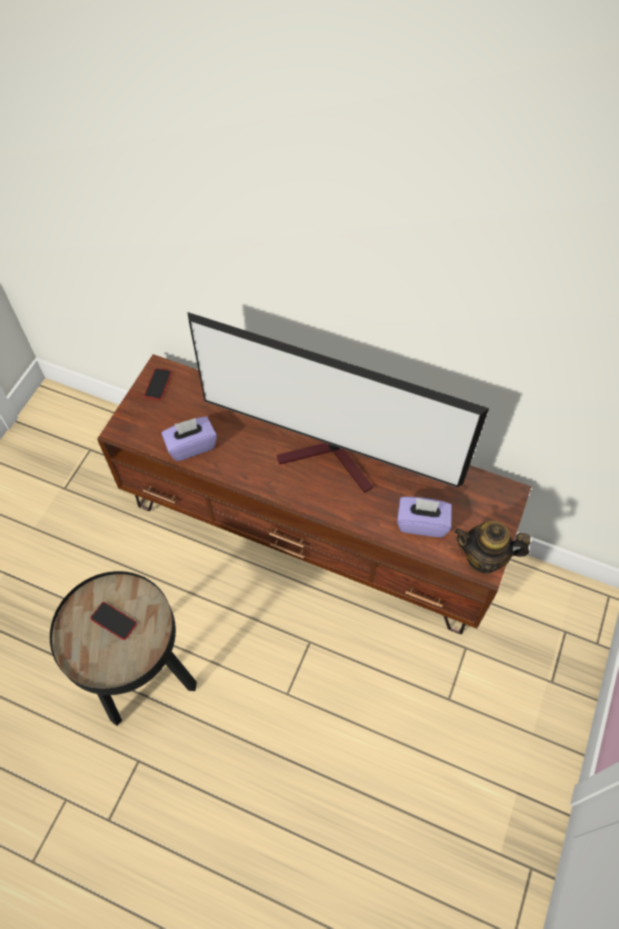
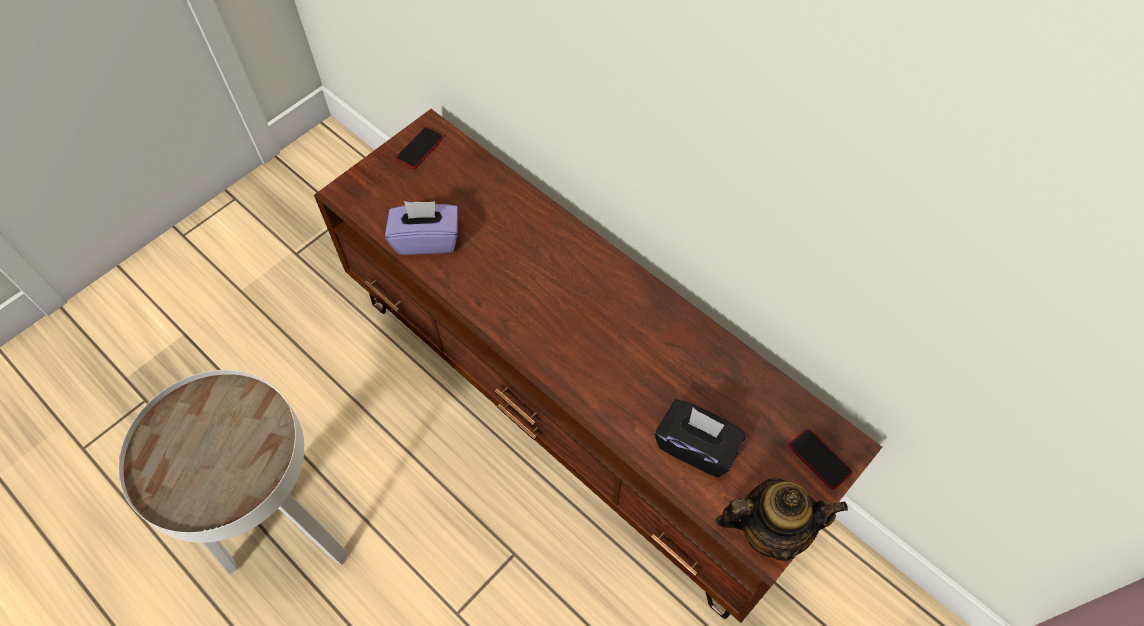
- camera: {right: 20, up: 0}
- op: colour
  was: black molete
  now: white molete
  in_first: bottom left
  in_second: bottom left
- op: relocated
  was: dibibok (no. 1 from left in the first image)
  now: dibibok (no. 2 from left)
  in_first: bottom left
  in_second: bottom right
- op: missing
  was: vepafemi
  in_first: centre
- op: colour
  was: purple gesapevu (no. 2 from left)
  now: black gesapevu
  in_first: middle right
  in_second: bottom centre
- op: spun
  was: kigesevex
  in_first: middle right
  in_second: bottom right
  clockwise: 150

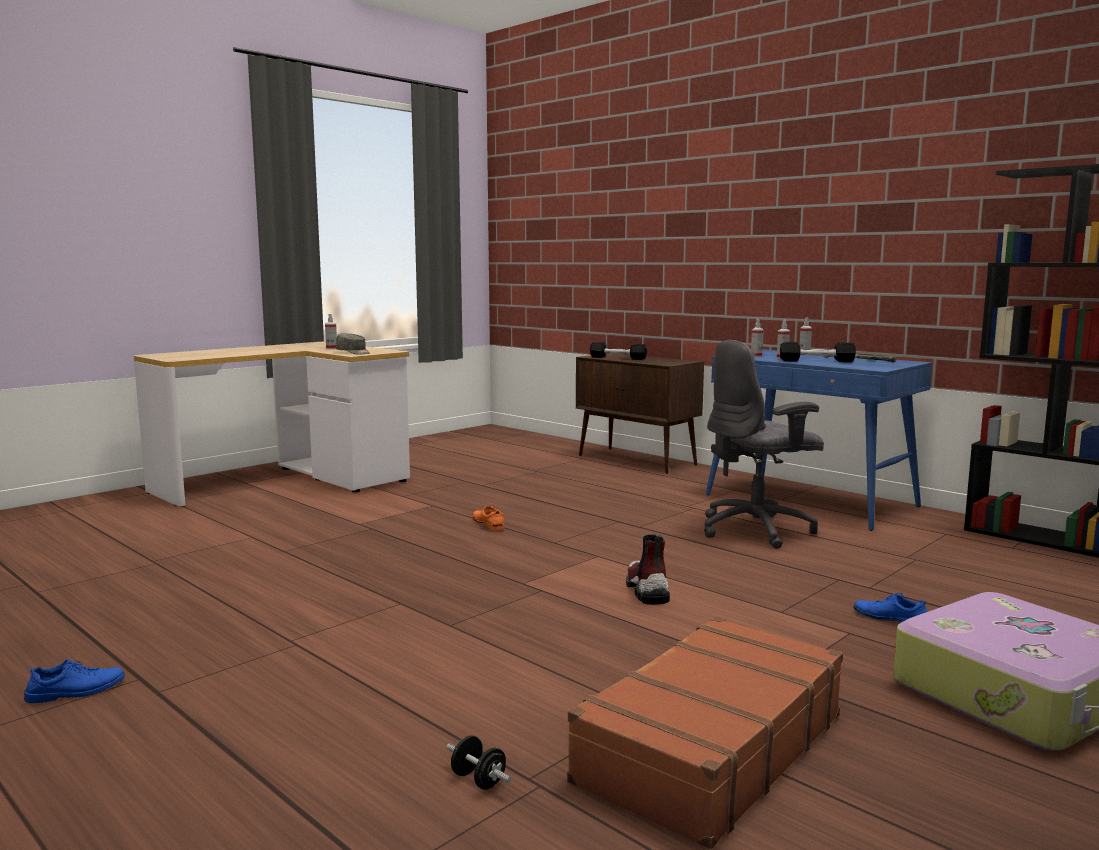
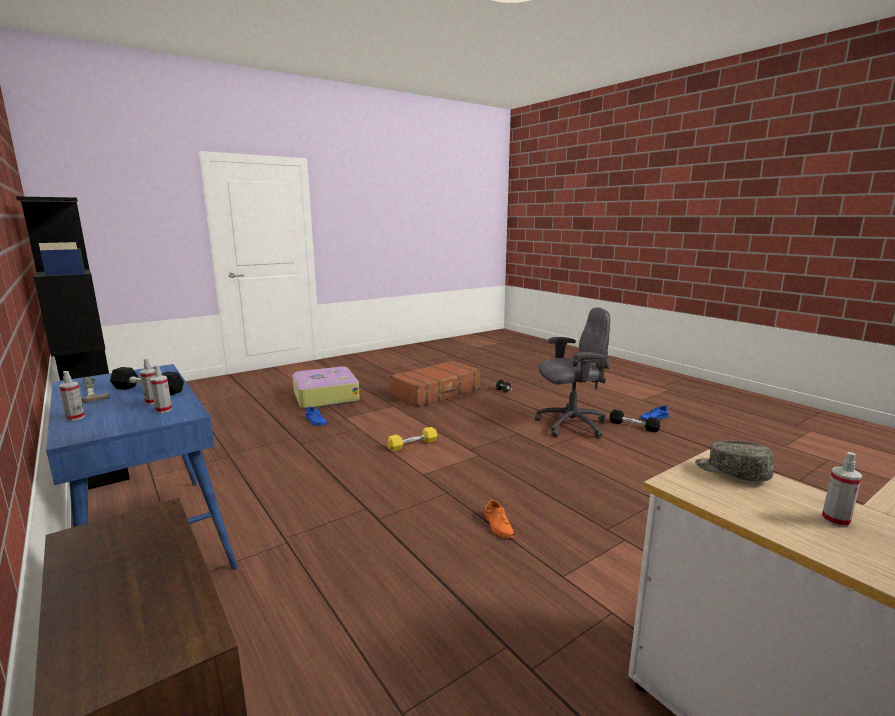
- camera: {right: -170, up: 5}
- op: relocated
  was: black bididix (no. 2 from left in the first image)
  now: black bididix (no. 3 from left)
  in_first: centre
  in_second: middle right
- op: exchanged
  was: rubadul
  now: yellow bididix
  in_first: bottom centre
  in_second: centre
- op: relocated
  was: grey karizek
  in_first: middle right
  in_second: centre

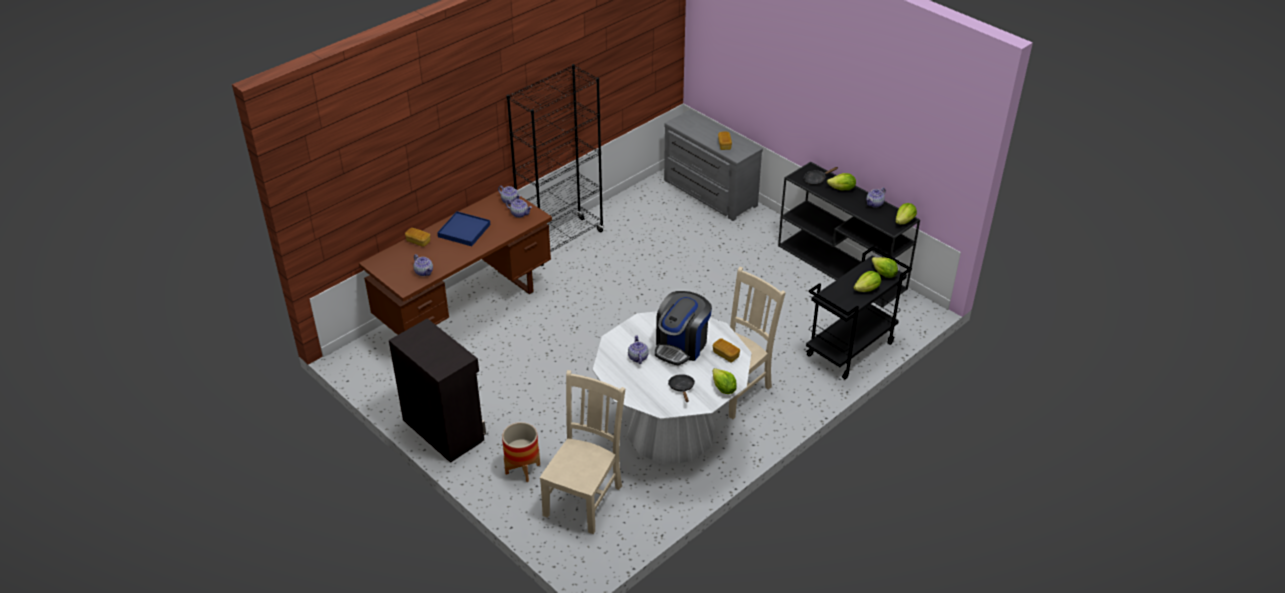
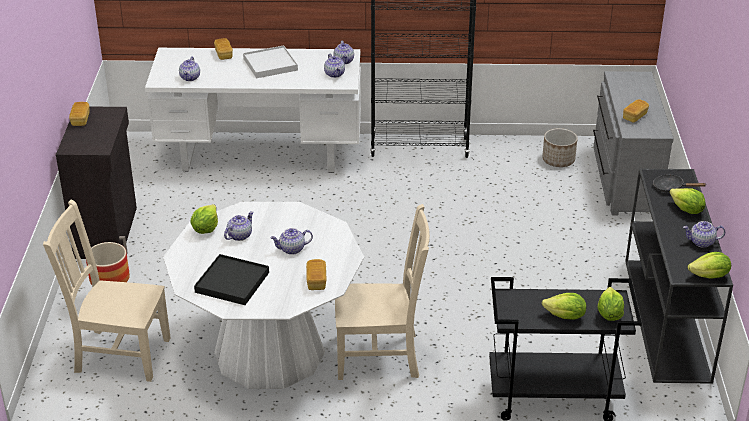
- camera: {right: 45, up: -5}
- op: colour
  was: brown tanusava
  now: white tanusava
  in_first: centre
  in_second: top centre
- op: colour
  was: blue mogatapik
  now: white mogatapik
  in_first: centre
  in_second: top centre
- op: spun
  was: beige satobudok (no. 1 from left)
  in_first: bottom centre
  in_second: bottom left
  clockwise: -150
- op: exchanged
  was: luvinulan
  now: kigesevex (no. 3 from left)
  in_first: centre
  in_second: centre
- op: exchanged
  was: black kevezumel (no. 1 from left)
  now: black mogatapik
  in_first: centre
  in_second: middle left
- op: relocated
  was: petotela (no. 1 from left)
  in_first: centre
  in_second: middle left
- op: appeared
  now: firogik (no. 1 from left)
  in_second: top left
- op: appeared
  now: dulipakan (no. 2 from left)
  in_second: middle right

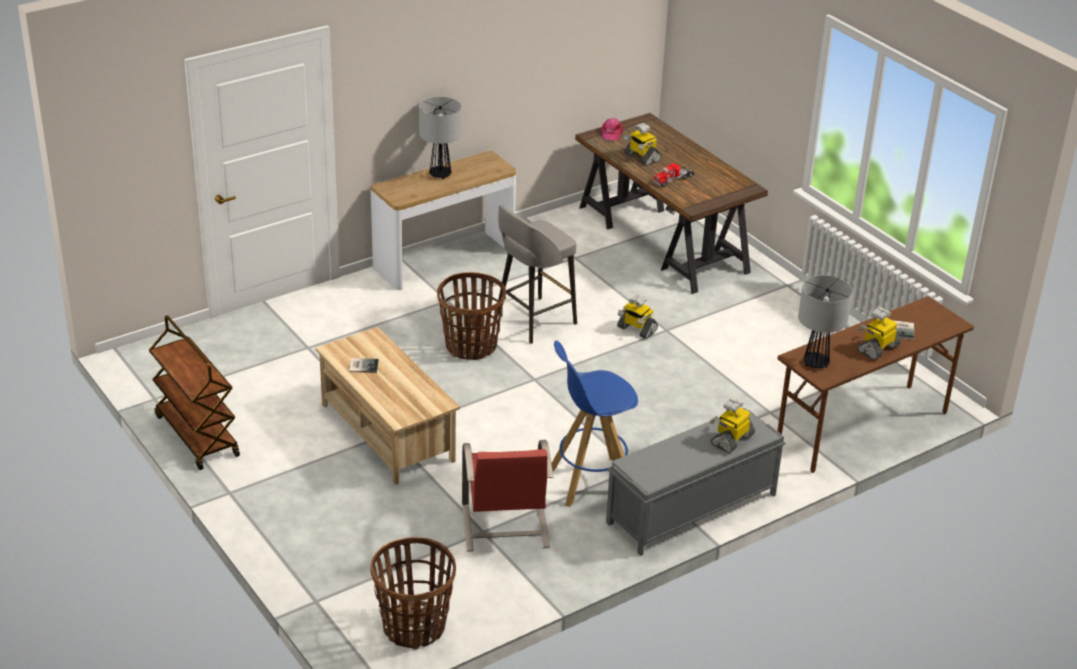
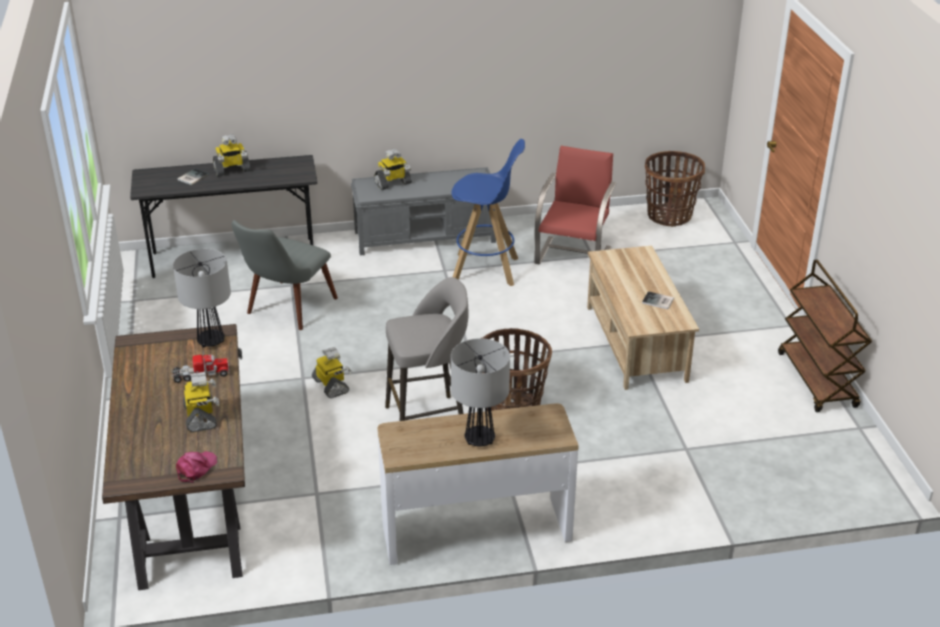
- camera: {right: -155, up: 0}
- op: colour
  was: brown tanusava (no. 2 from left)
  now: grey tanusava
  in_first: middle right
  in_second: middle left
- op: relocated
  was: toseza (no. 2 from left in the first image)
  now: toseza (no. 1 from left)
  in_first: middle right
  in_second: middle left
- op: appeared
  now: grey satobudok
  in_second: middle left

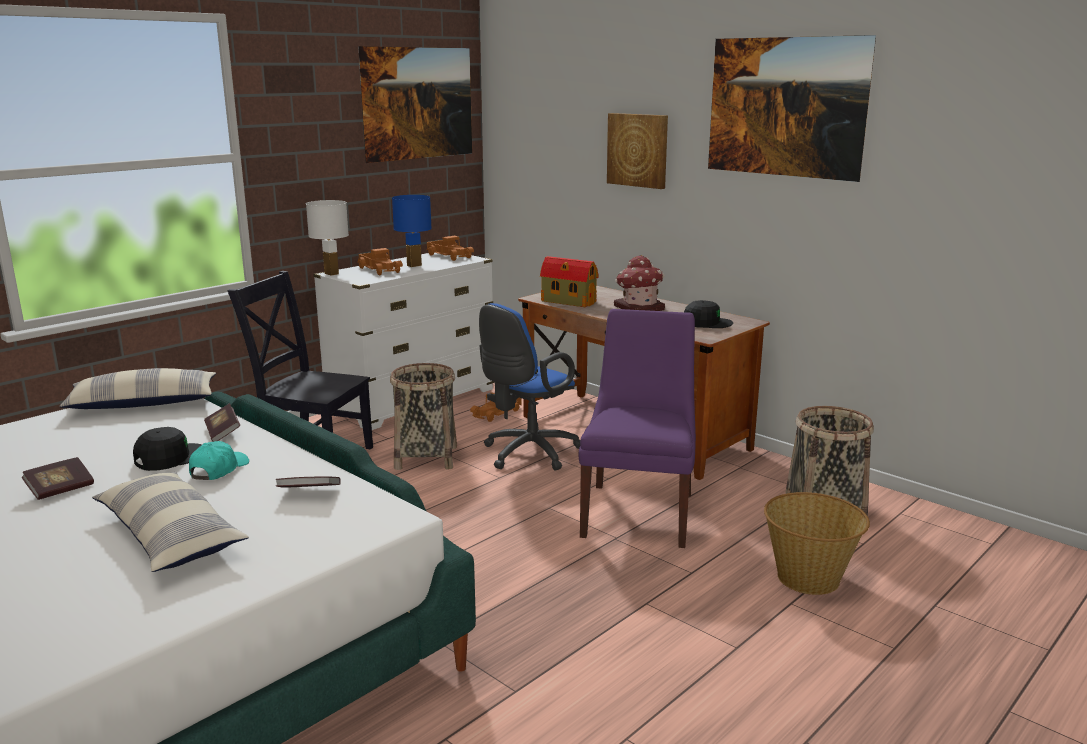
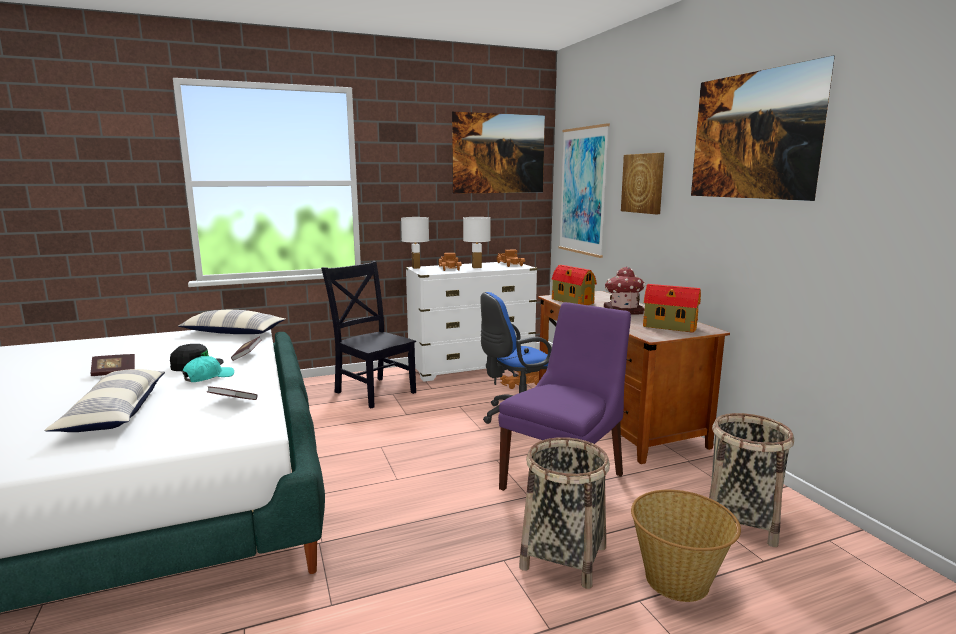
- camera: {right: 25, up: -5}
- op: relocated
  was: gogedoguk (no. 1 from left)
  in_first: centre
  in_second: bottom centre
- op: colour
  was: blue toseza
  now: white toseza (no. 2 from left)
  in_first: top centre
  in_second: centre
- op: exchanged
  was: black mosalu (no. 2 from left)
  now: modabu (no. 3 from left)
  in_first: centre
  in_second: middle right
- op: appeared
  now: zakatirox (no. 2 from left)
  in_second: top centre

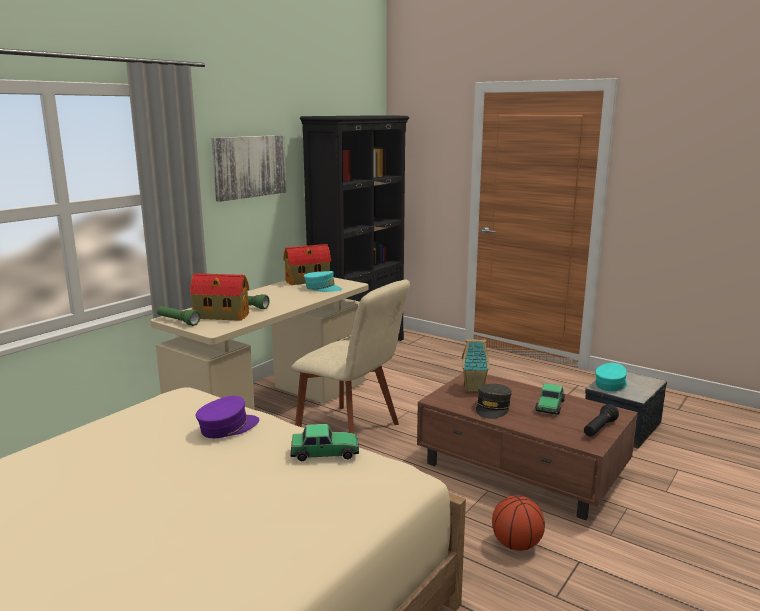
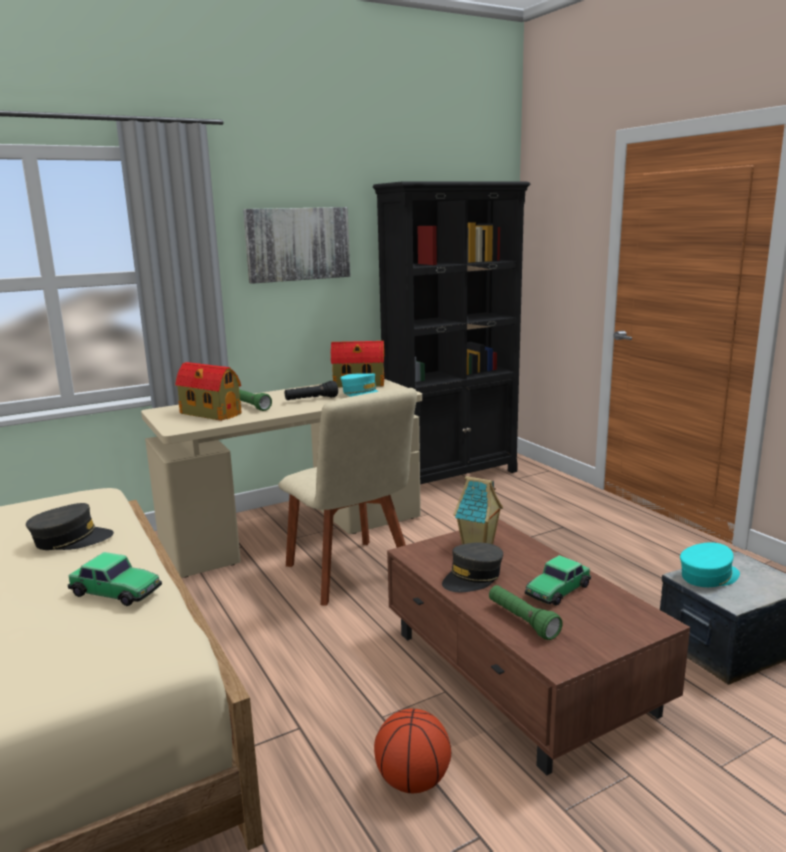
- camera: {right: 25, up: 0}
- op: relocated
  was: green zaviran (no. 1 from left in the first image)
  now: green zaviran (no. 2 from left)
  in_first: middle left
  in_second: bottom right
- op: colour
  was: purple mosalu
  now: grey mosalu (no. 1 from left)
  in_first: bottom left
  in_second: middle left
- op: relocated
  was: black zaviran
  in_first: bottom right
  in_second: centre

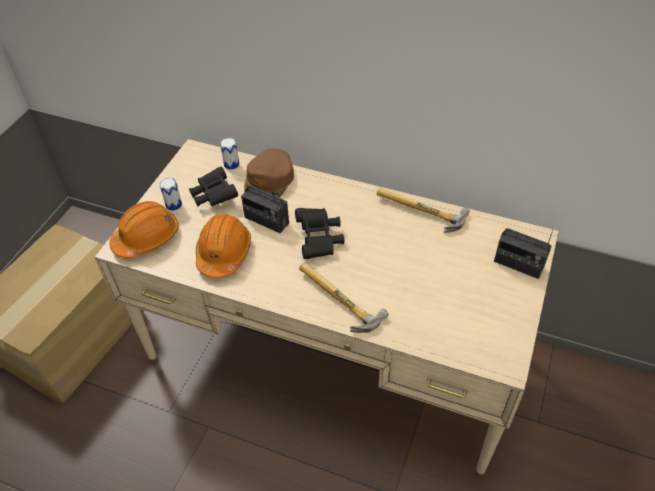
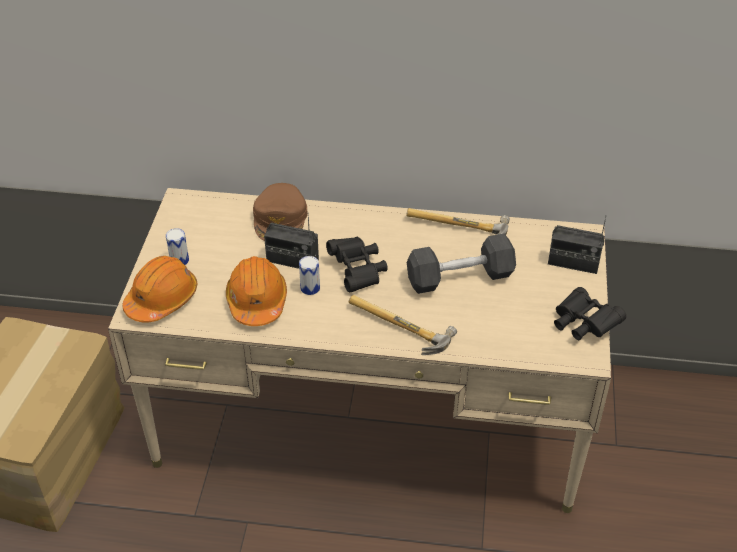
- camera: {right: -15, up: -5}
- op: relocated
  was: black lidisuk (no. 1 from left in the first image)
  now: black lidisuk (no. 2 from left)
  in_first: middle left
  in_second: middle right
- op: relocated
  was: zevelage (no. 2 from left)
  in_first: top centre
  in_second: centre
- op: appeared
  now: grey bididix
  in_second: centre

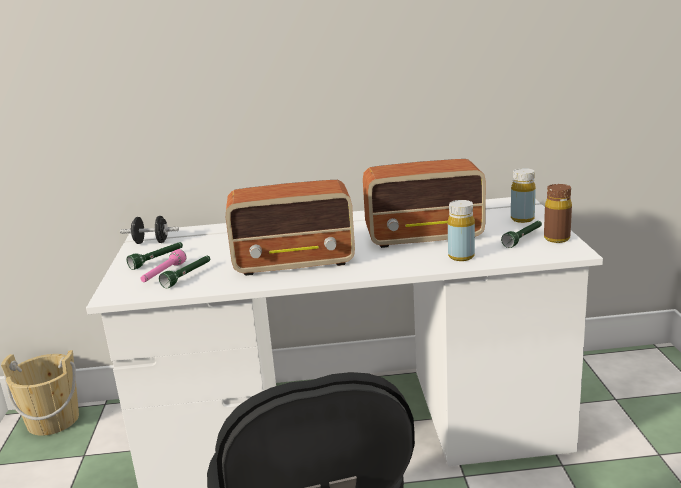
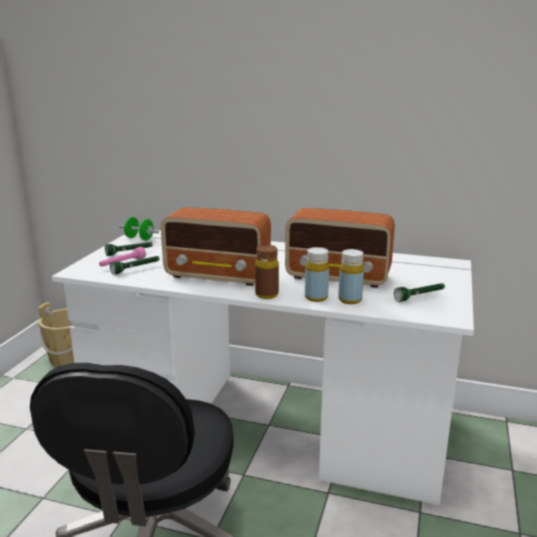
- camera: {right: 20, up: 0}
- op: colour
  was: black bididix
  now: green bididix
  in_first: middle left
  in_second: middle left
- op: relocated
  was: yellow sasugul (no. 2 from left in the first image)
  now: yellow sasugul (no. 1 from left)
  in_first: middle right
  in_second: centre
- op: relocated
  was: brown sasugul
  in_first: middle right
  in_second: centre

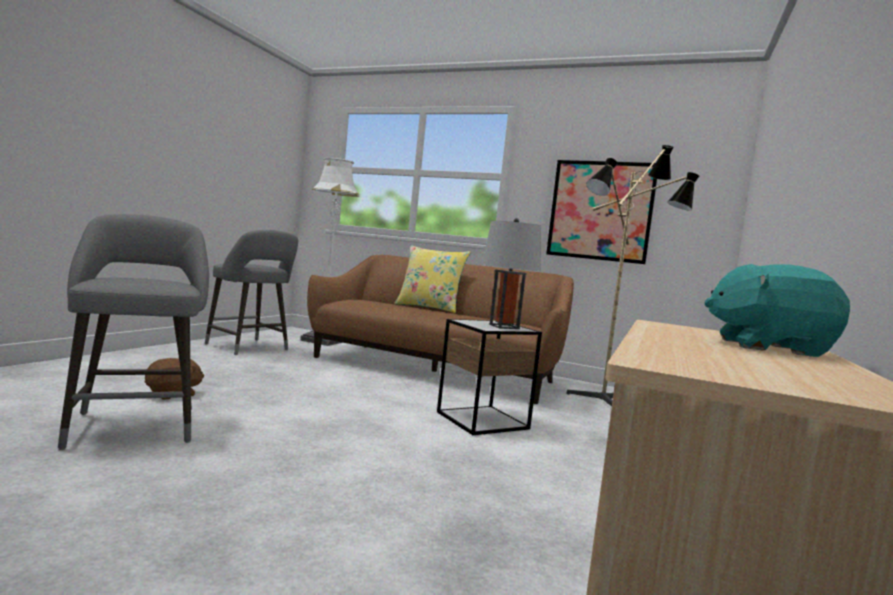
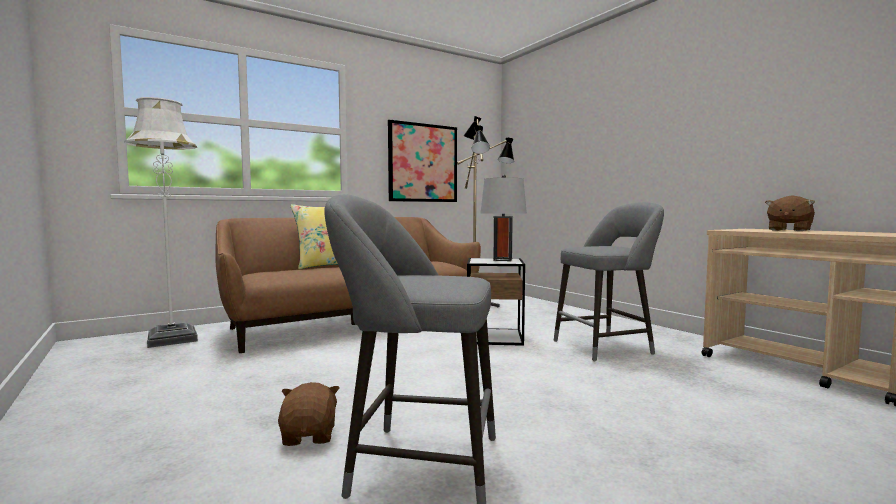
- camera: {right: -55, up: 0}
- op: relocated
  was: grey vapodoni (no. 2 from left)
  in_first: middle left
  in_second: middle right
- op: colour
  was: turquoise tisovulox
  now: brown tisovulox (no. 2 from left)
  in_first: middle right
  in_second: middle right

